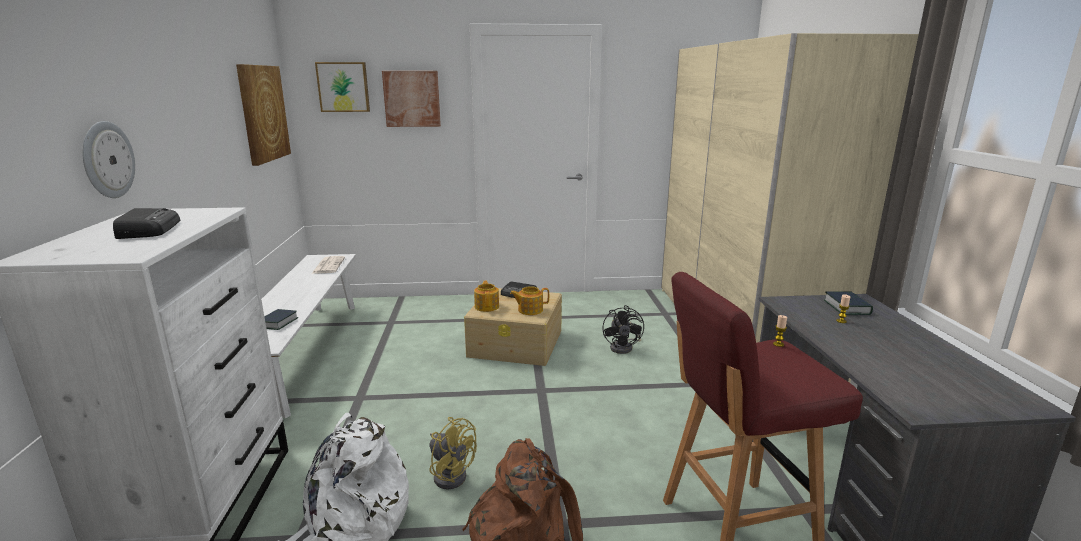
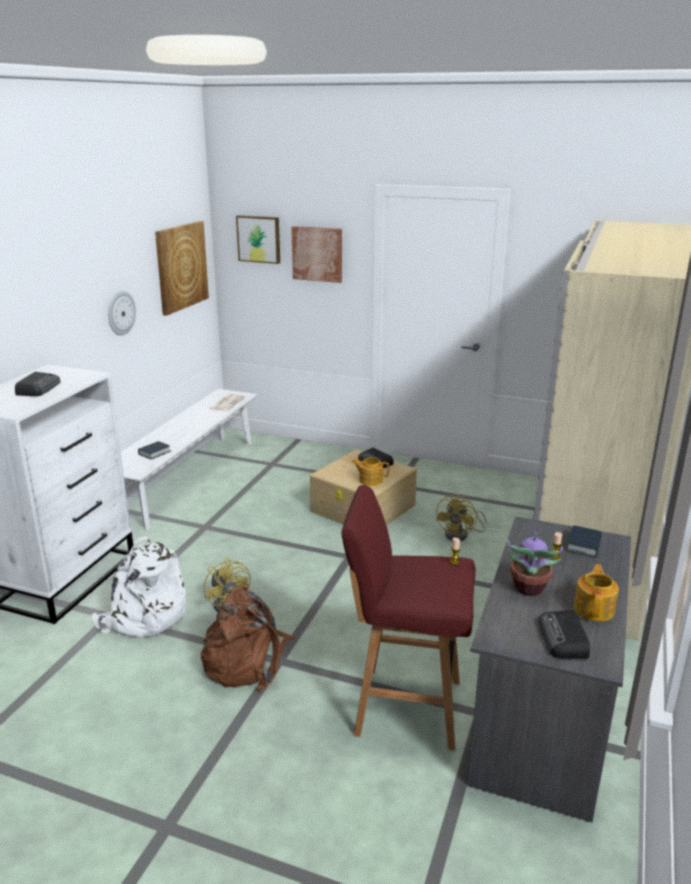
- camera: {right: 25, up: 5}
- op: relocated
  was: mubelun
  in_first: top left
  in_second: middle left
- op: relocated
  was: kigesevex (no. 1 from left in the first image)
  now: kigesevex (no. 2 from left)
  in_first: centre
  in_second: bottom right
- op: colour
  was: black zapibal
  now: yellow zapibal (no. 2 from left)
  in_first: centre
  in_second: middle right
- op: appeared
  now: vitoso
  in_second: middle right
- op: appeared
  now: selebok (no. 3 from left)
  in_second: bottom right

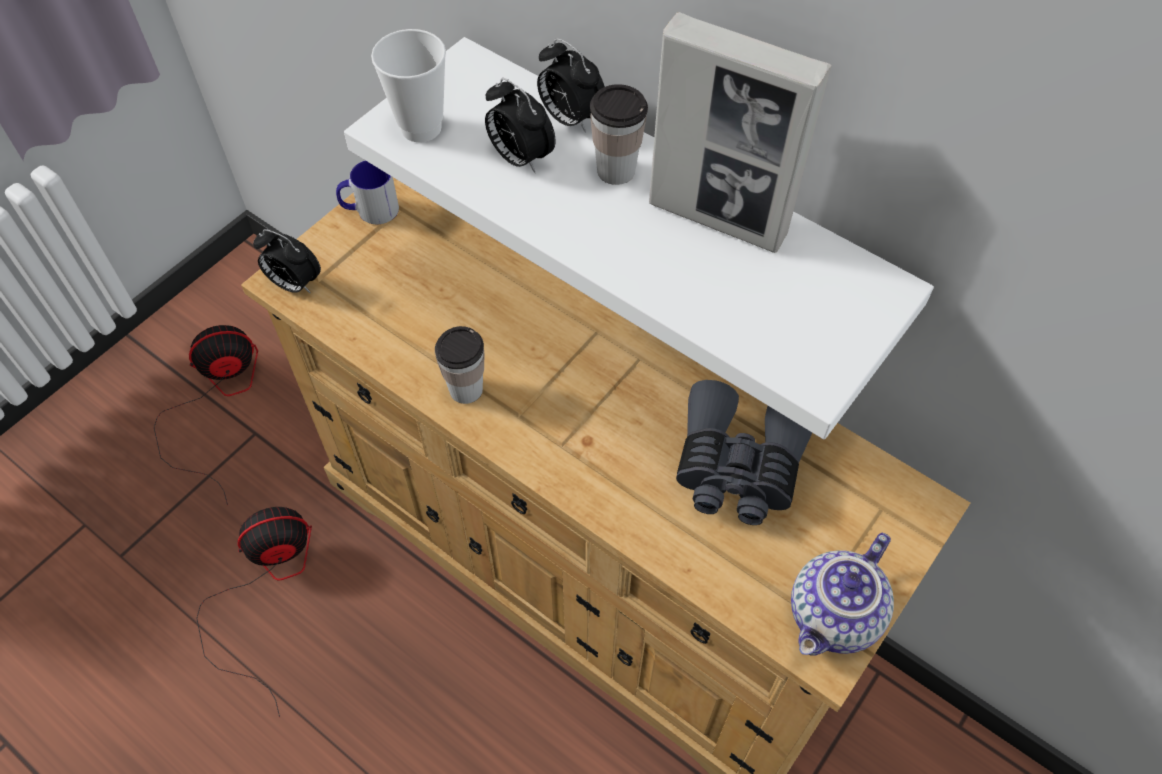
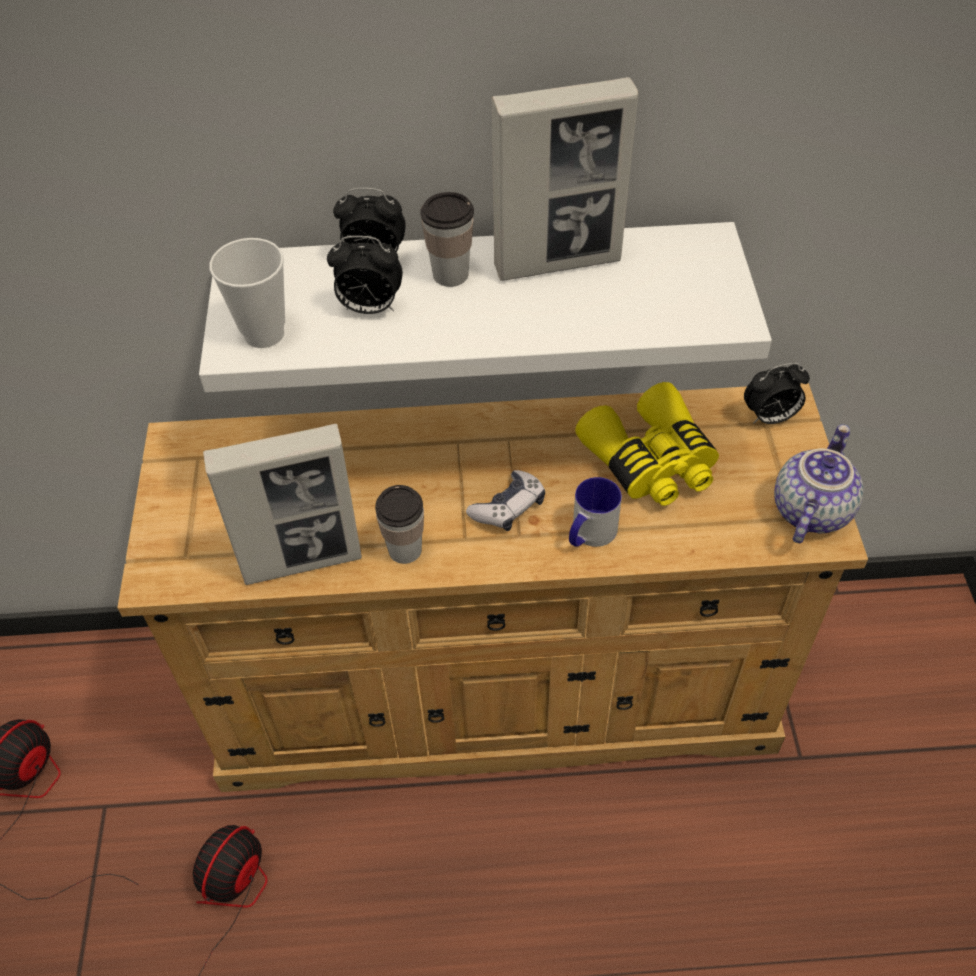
- camera: {right: -40, up: -5}
- op: relocated
  was: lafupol (no. 1 from left in the first image)
  now: lafupol (no. 3 from left)
  in_first: middle left
  in_second: middle right
- op: relocated
  was: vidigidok
  in_first: top left
  in_second: centre
- op: colour
  was: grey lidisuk
  now: yellow lidisuk
  in_first: centre
  in_second: centre
- op: spun
  was: kigesevex
  in_first: bottom right
  in_second: middle right
  clockwise: -150
- op: appeared
  now: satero (no. 1 from left)
  in_second: middle left
- op: appeared
  now: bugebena
  in_second: centre

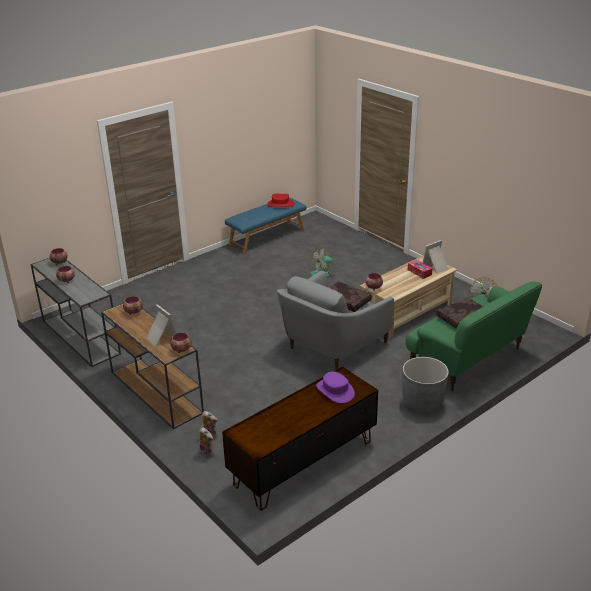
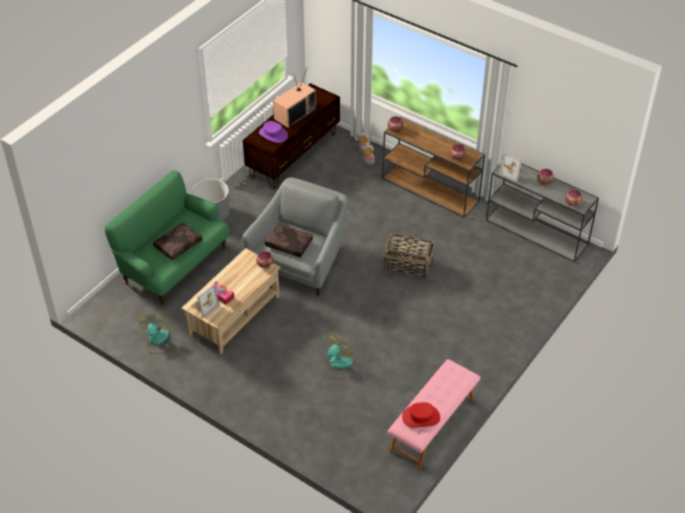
- camera: {right: 165, up: 15}
- op: relocated
  was: satero (no. 1 from left in the first image)
  now: satero (no. 2 from left)
  in_first: middle left
  in_second: top right
- op: colour
  was: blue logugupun
  now: pink logugupun
  in_first: centre
  in_second: bottom centre
- op: appeared
  now: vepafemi
  in_second: top centre
- op: appeared
  now: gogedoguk
  in_second: centre

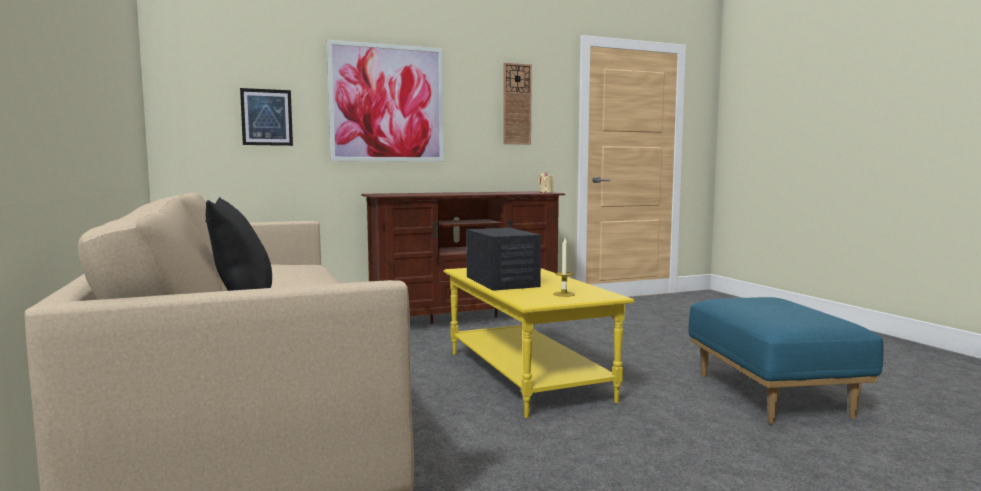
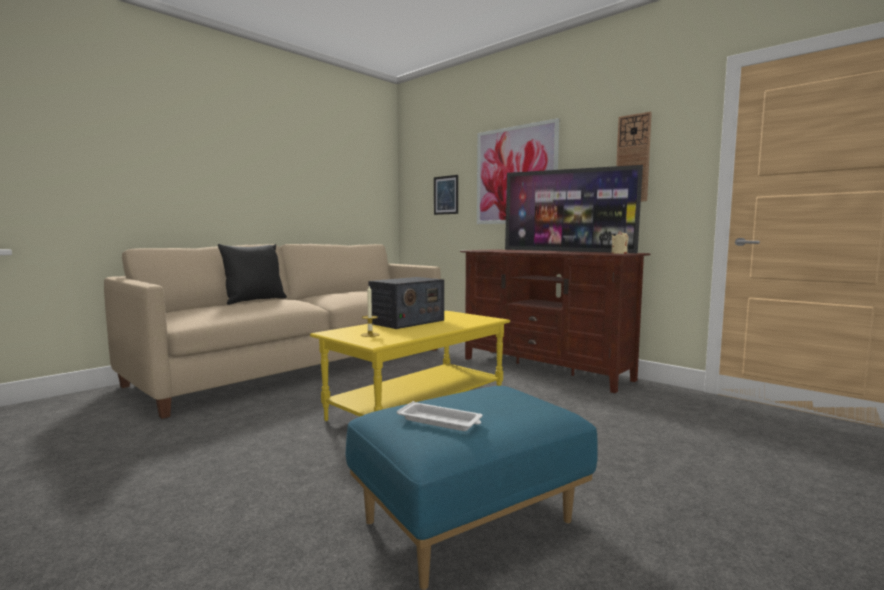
- camera: {right: 65, up: 0}
- op: appeared
  now: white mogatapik
  in_second: bottom centre
- op: appeared
  now: vepafemi
  in_second: centre

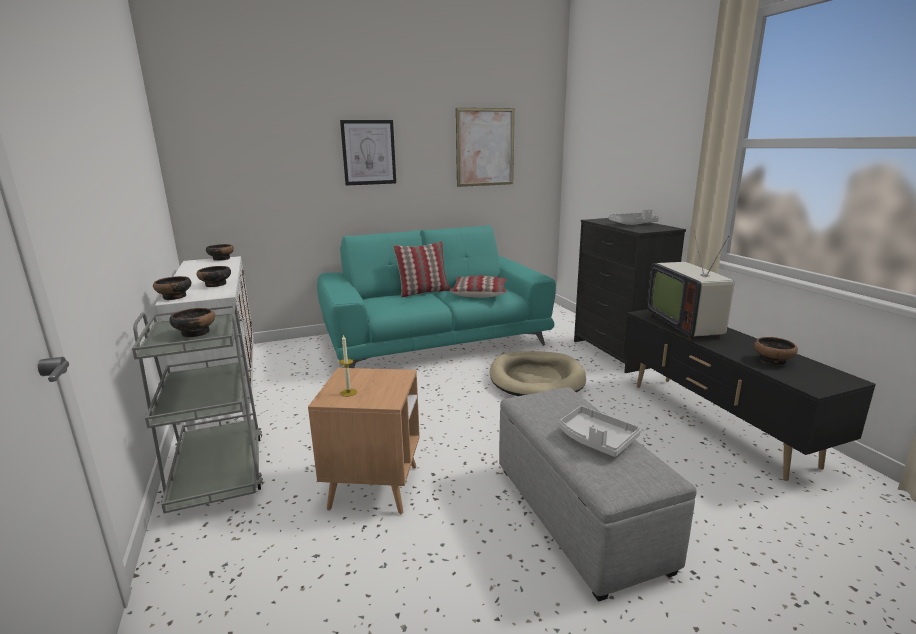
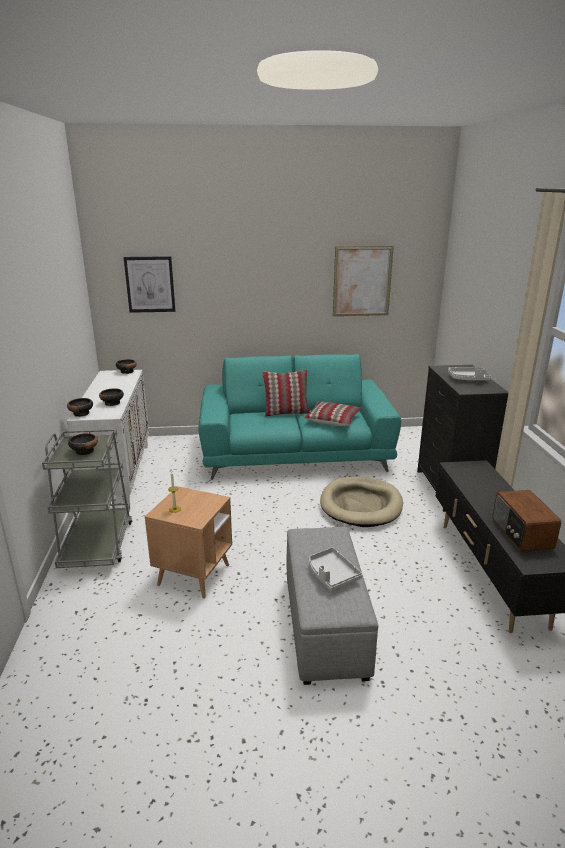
- camera: {right: 15, up: 5}
- op: relocated
  was: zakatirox (no. 1 from left)
  in_first: top centre
  in_second: middle left
- op: missing
  was: vepafemi
  in_first: middle right
- op: exchanged
  was: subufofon (no. 5 from left)
  now: selebok
  in_first: middle right
  in_second: middle right

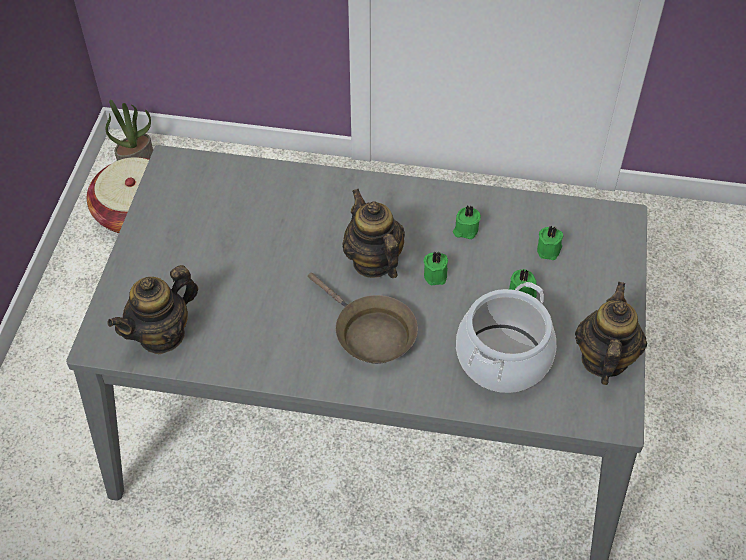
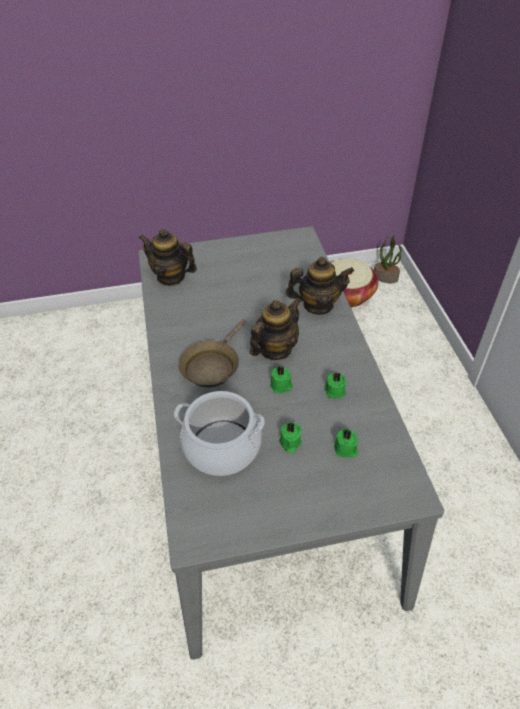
- camera: {right: 70, up: -5}
- op: relocated
  was: kigesevex (no. 3 from left)
  in_first: middle right
  in_second: centre

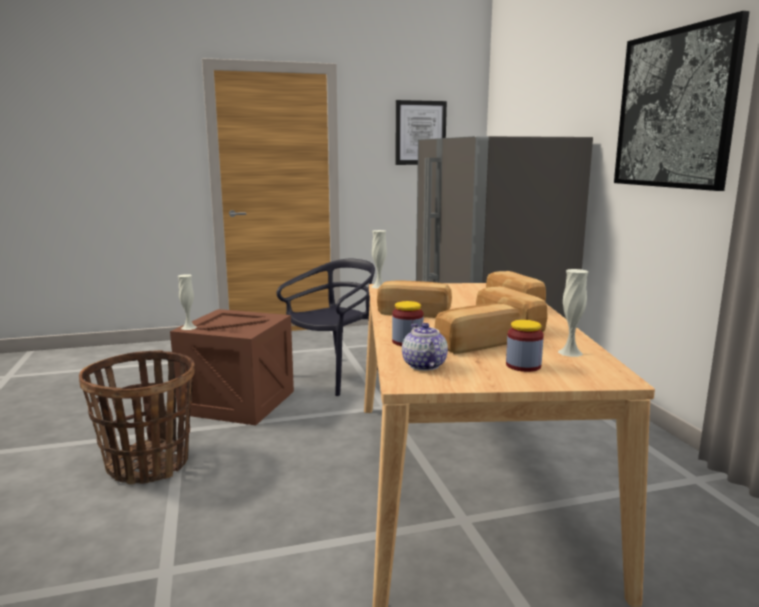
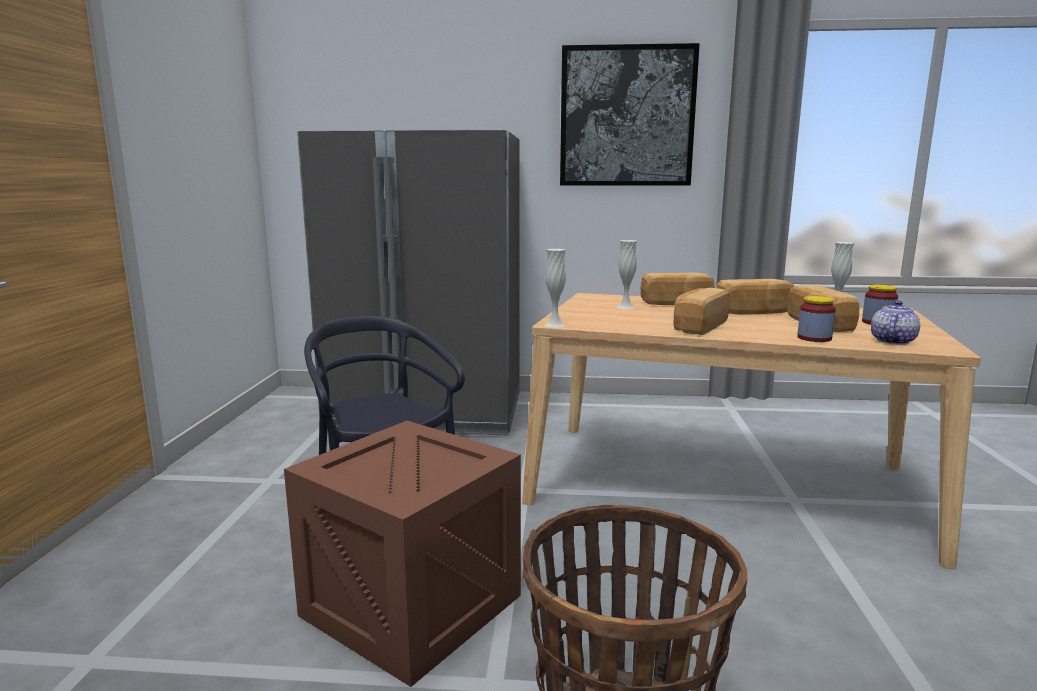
- camera: {right: -70, up: 0}
- op: relocated
  was: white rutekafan (no. 1 from left in the first image)
  now: white rutekafan (no. 2 from left)
  in_first: middle left
  in_second: centre
- op: missing
  was: zakatirox (no. 1 from left)
  in_first: top centre
- op: spun
  was: kigesevex
  in_first: centre
  in_second: middle right
  clockwise: 120

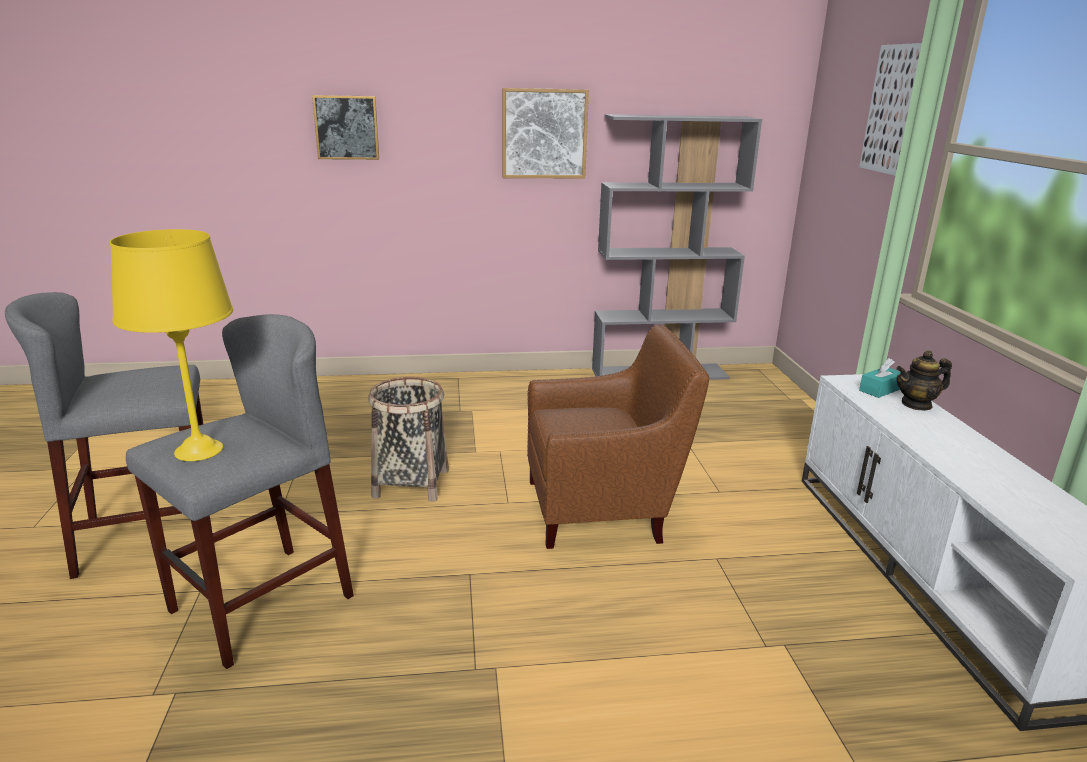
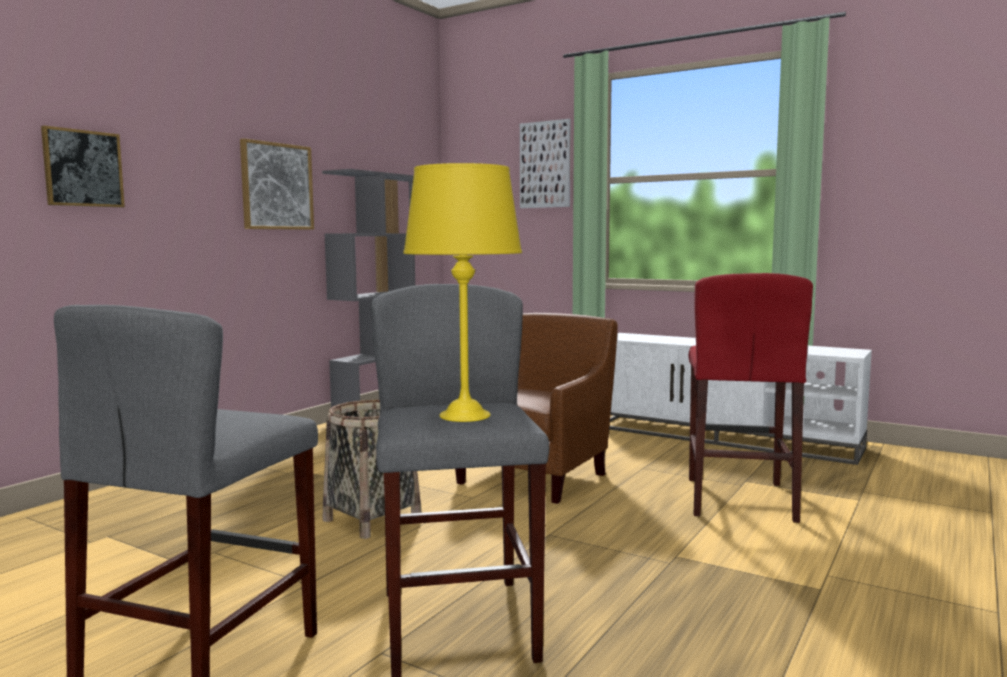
- camera: {right: -50, up: -15}
- op: missing
  was: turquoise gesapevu
  in_first: middle right
- op: missing
  was: kigesevex
  in_first: middle right
- op: appeared
  now: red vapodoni
  in_second: middle right

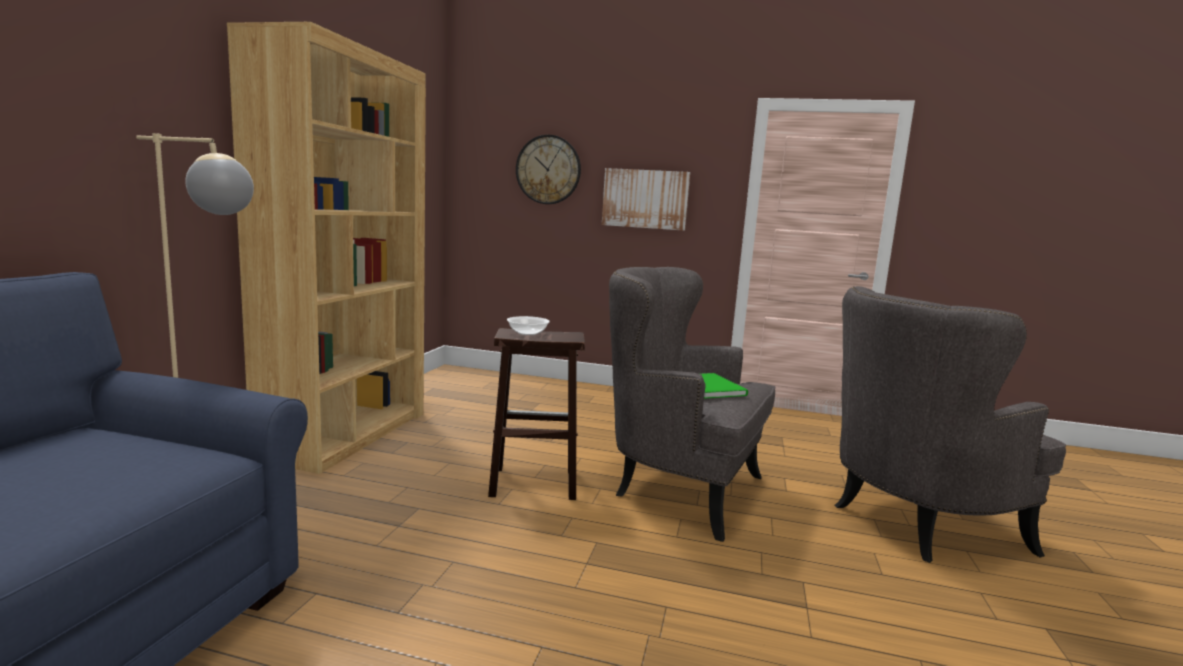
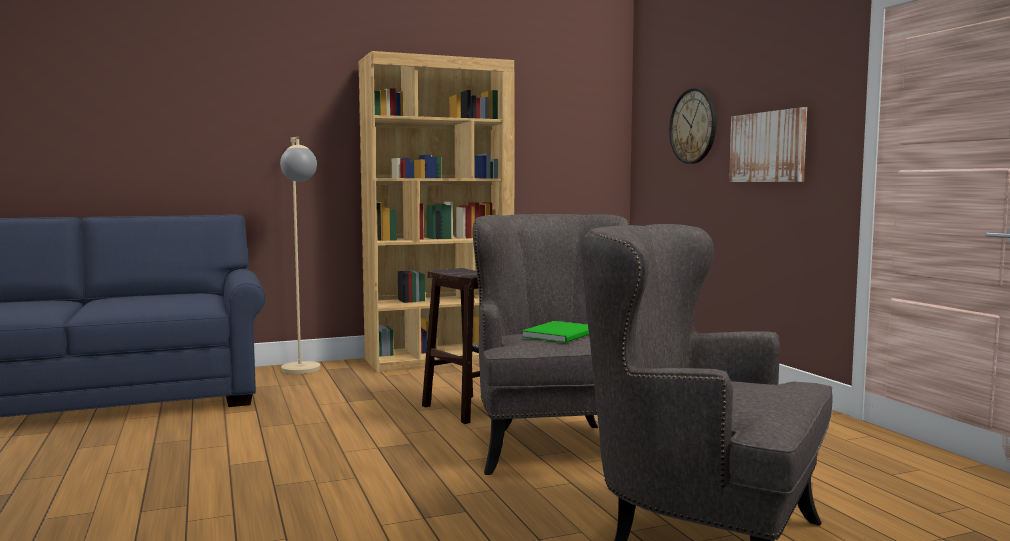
- camera: {right: 55, up: -5}
- op: missing
  was: subufofon
  in_first: centre

